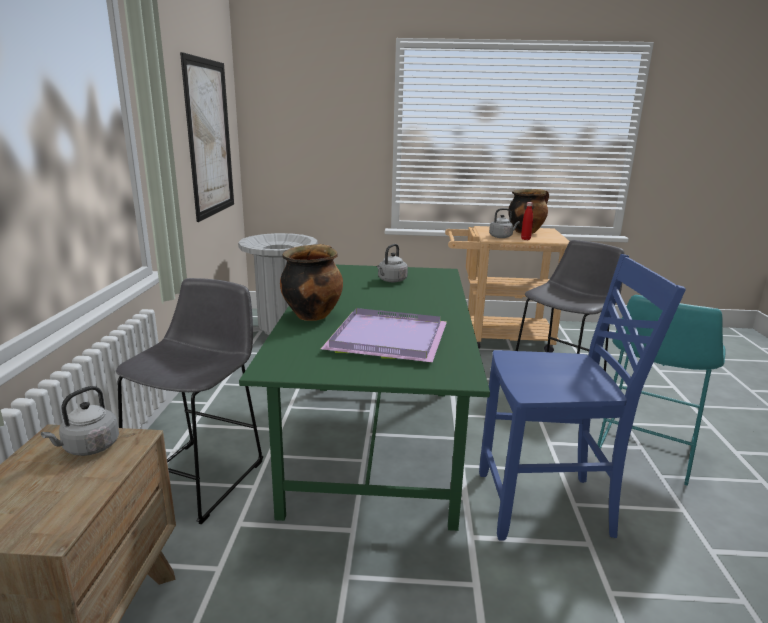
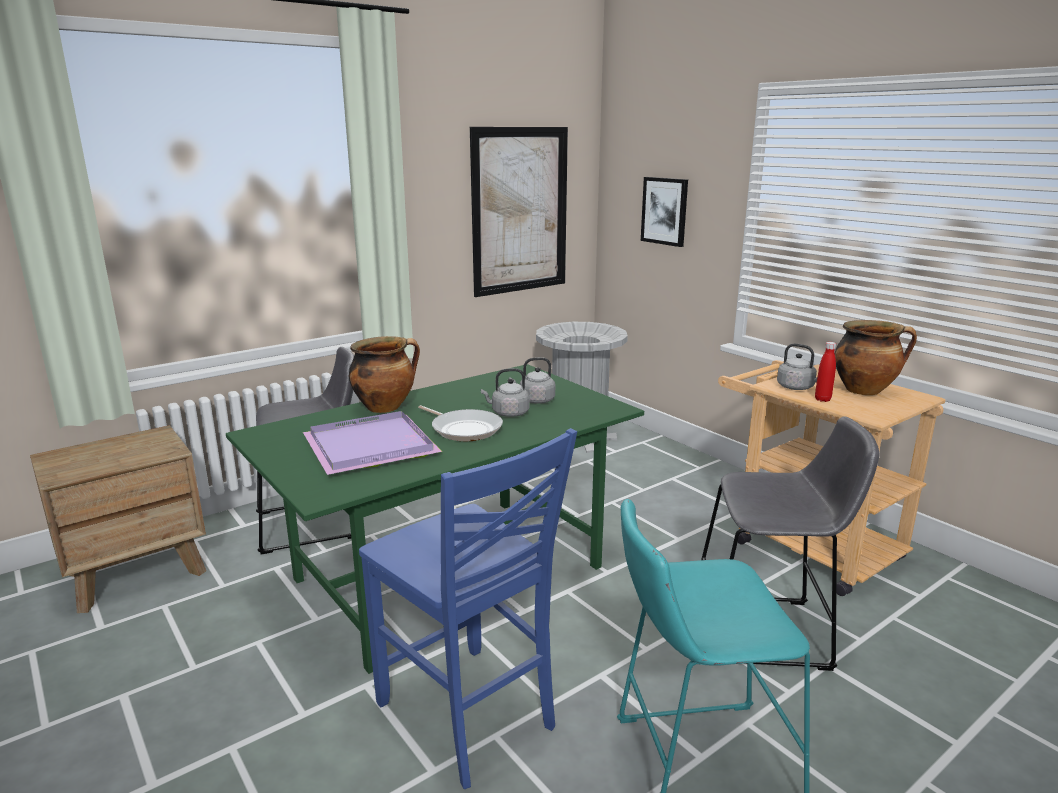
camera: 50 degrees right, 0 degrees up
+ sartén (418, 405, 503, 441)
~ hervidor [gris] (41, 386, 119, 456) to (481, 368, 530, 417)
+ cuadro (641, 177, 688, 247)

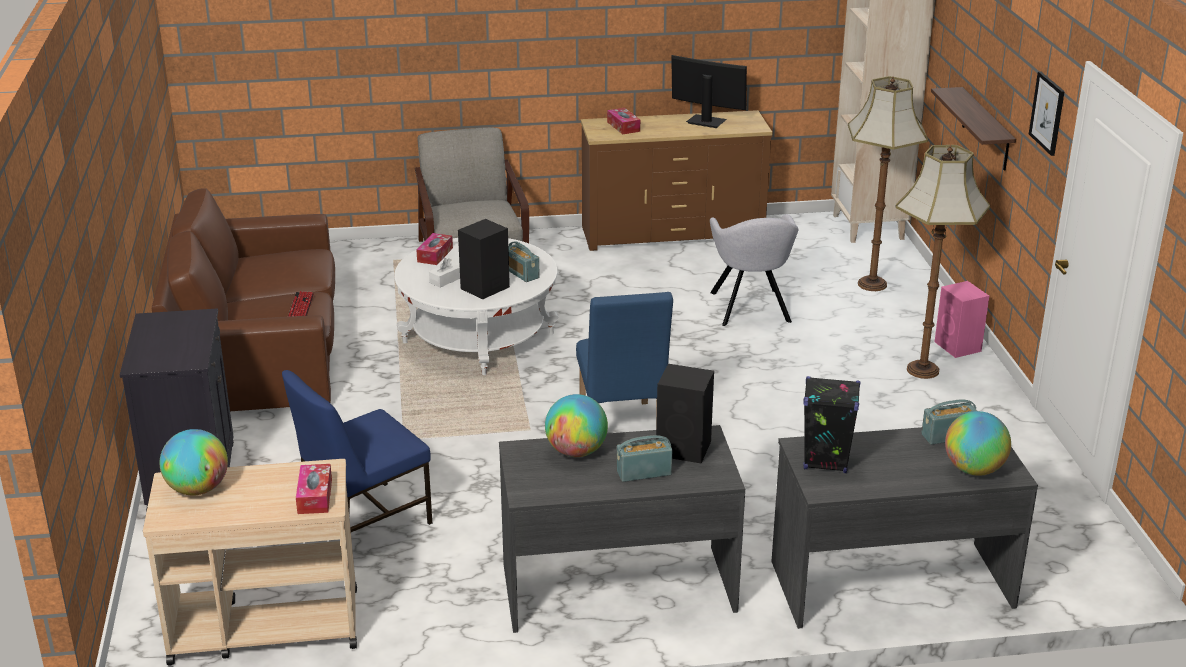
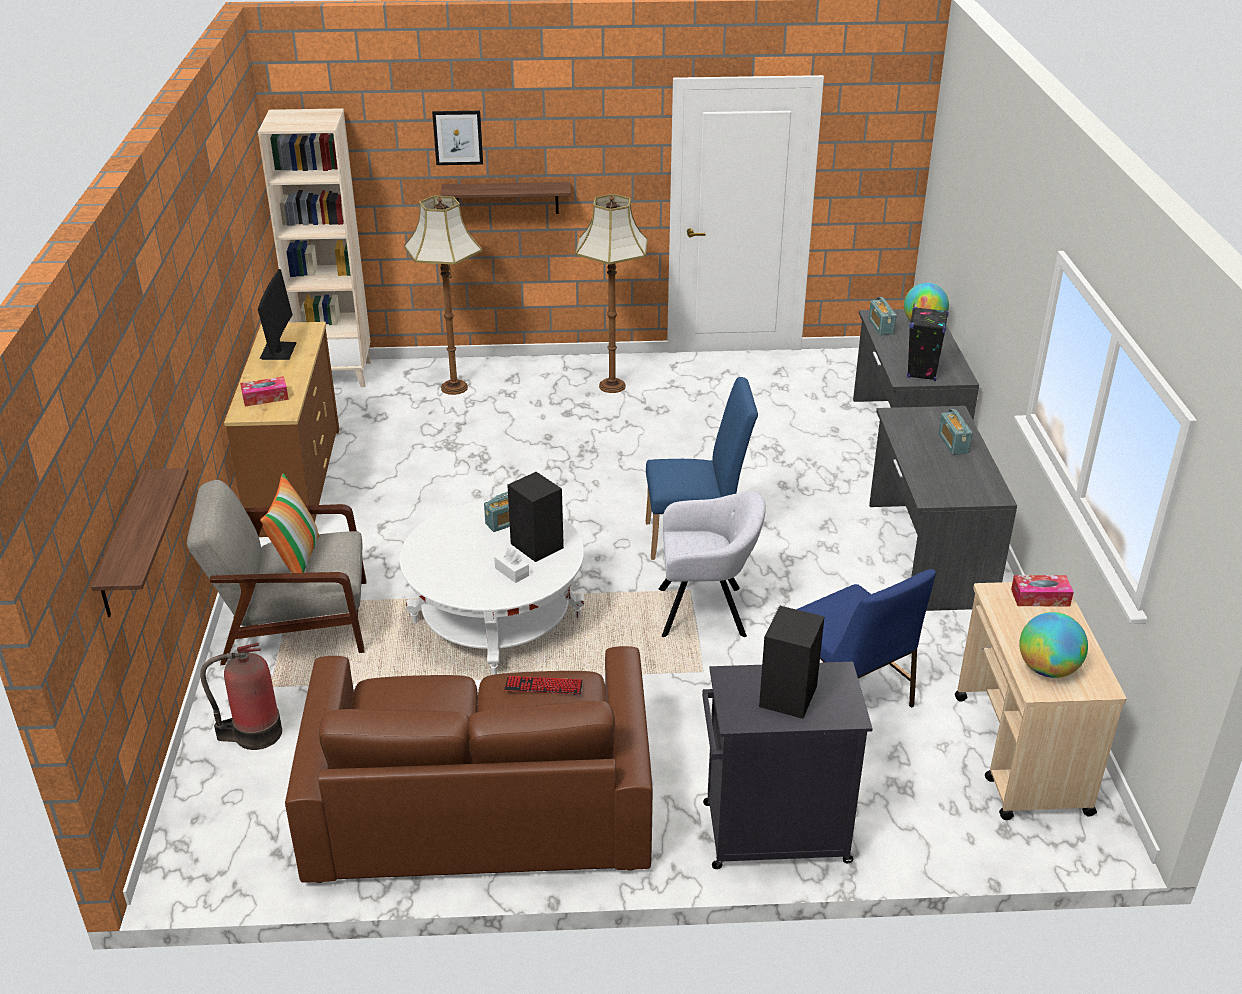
camera: 85 degrees left, 5 degrees up
+ estante (91, 468, 189, 617)
+ extintor (200, 643, 282, 750)
~ monitor (671, 55, 747, 128) = (258, 269, 297, 360) 150 degrees clockwise
+ cojín (260, 473, 320, 573)
~ cuadro (1029, 71, 1065, 156) to (432, 111, 483, 165)
~ sillón [gris] (710, 214, 798, 326) to (658, 491, 766, 637)
~ altavoz [negro] (656, 364, 714, 463) to (759, 606, 825, 719)
- caja de pañuelos (416, 233, 453, 265)
- globo terráqueo (545, 394, 608, 457)
- altavoz [rosa] (935, 281, 989, 358)

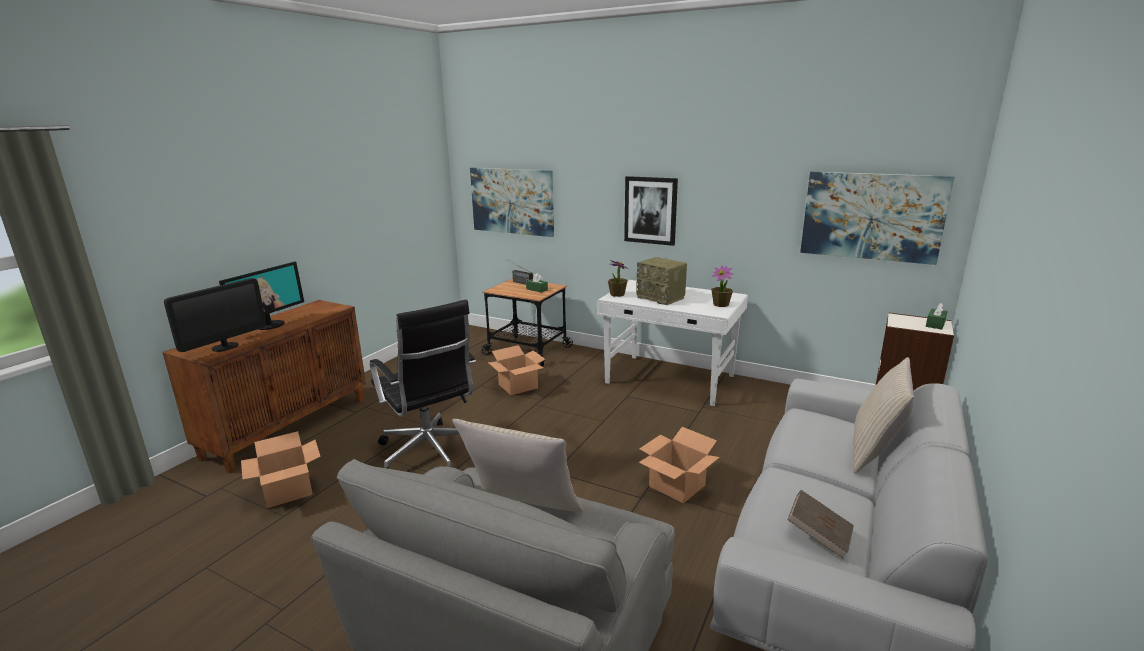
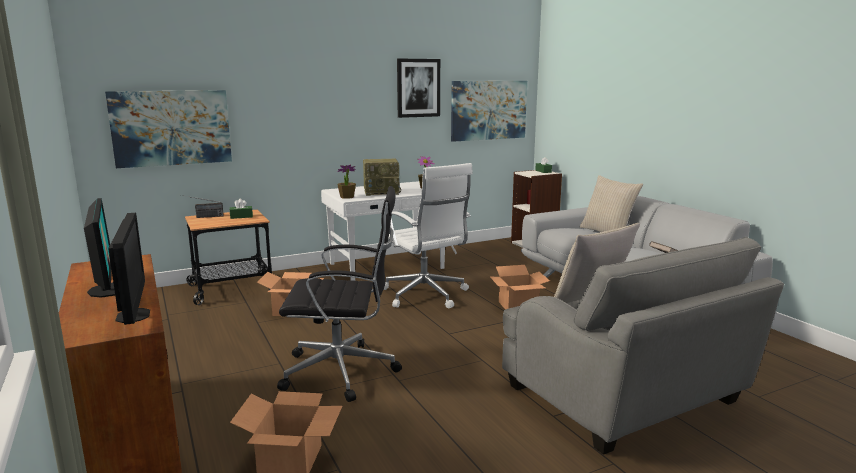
camera: 55 degrees left, 5 degrees down
+ silla de oficina [blanco] (383, 163, 473, 309)
~ cuadro (624, 176, 678, 246) to (397, 59, 440, 118)

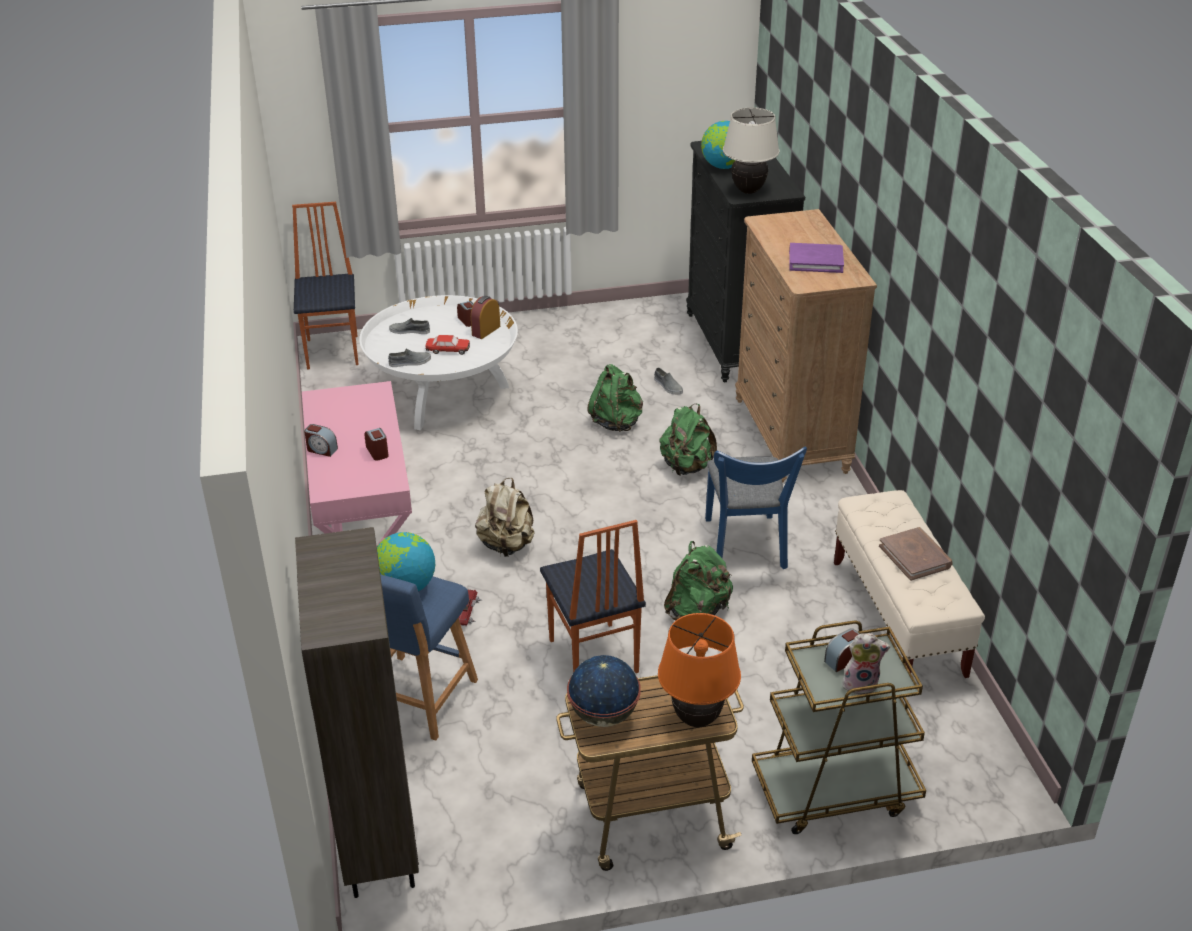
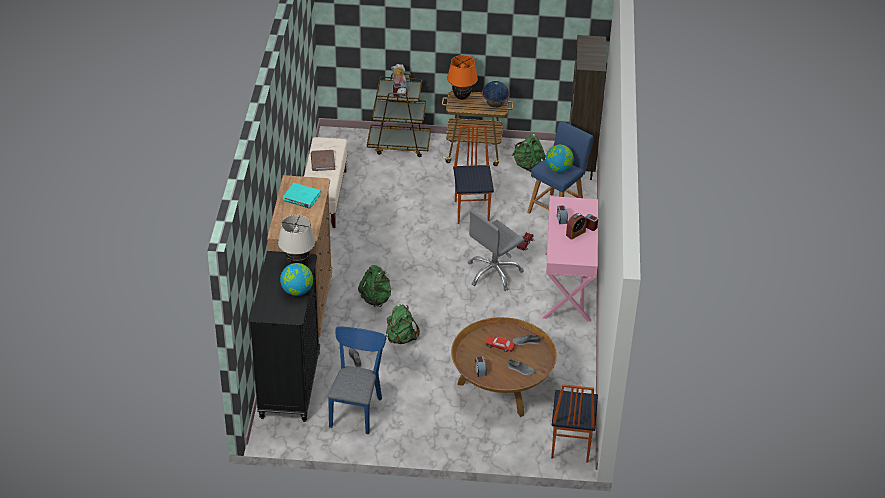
camera: 165 degrees left, 5 degrees up
~ libro [morado] (789, 243, 844, 273) to libro [turquesa] (283, 183, 321, 209)
~ silla [azul] (705, 447, 807, 569) to (327, 327, 386, 434)
~ mesa de centro [blanco] (359, 295, 518, 430) to mesa de centro [marrón] (451, 317, 557, 417)
~ mochila [beis] (475, 478, 534, 557) to silla de oficina [gris] (468, 210, 524, 291)
~ mochila [verde] (664, 541, 733, 620) to (512, 134, 546, 172)
~ despertador (471, 296, 500, 339) to (566, 213, 587, 240)

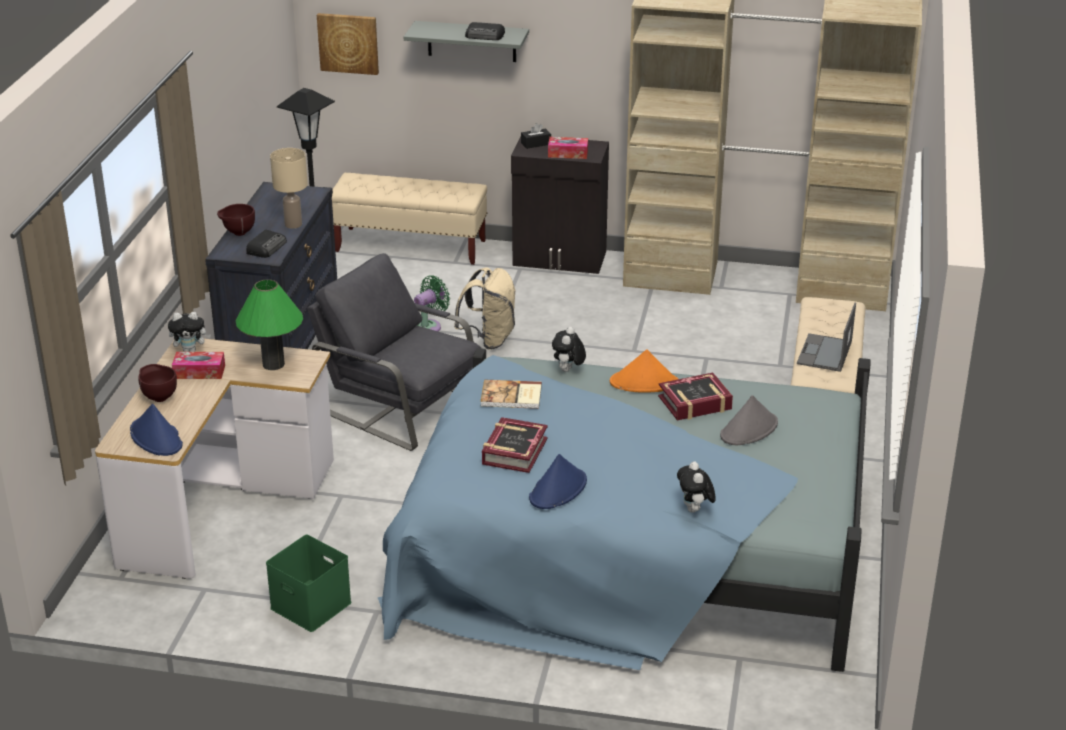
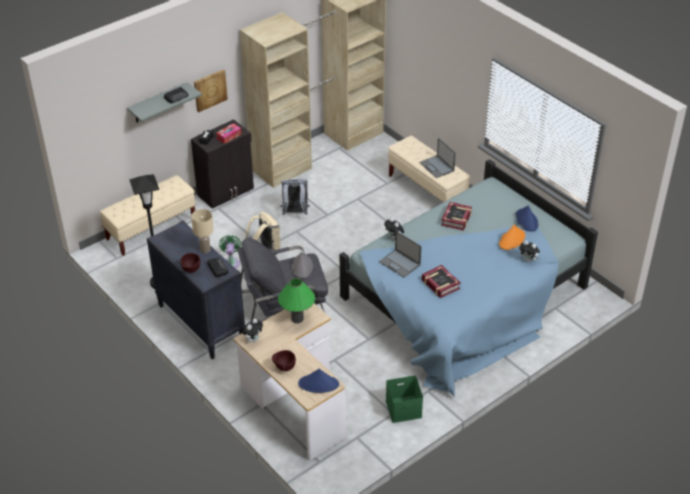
camera: 50 degrees left, 10 degrees up
~ cuadro (317, 13, 379, 75) to (194, 69, 228, 112)
+ mochila [gris] (280, 179, 310, 215)
~ sombrero [gris] (720, 395, 778, 445) to (292, 252, 313, 279)
~ libro (480, 380, 542, 409) to portátil (379, 231, 421, 278)
~ sombrero [naranja] (610, 349, 678, 393) to (499, 225, 525, 250)
~ sombrero [azul] (529, 454, 587, 509) to (515, 206, 539, 232)
- caja de pañuelos (172, 352, 225, 379)

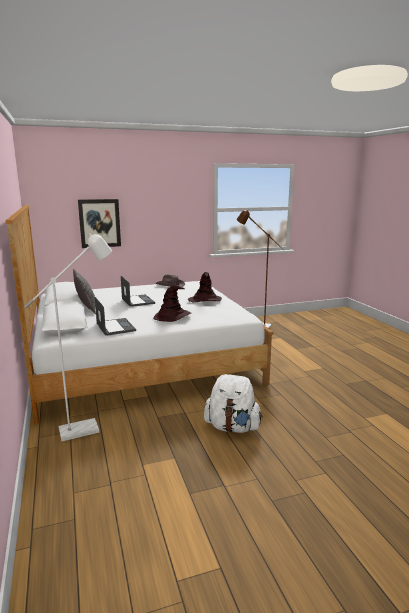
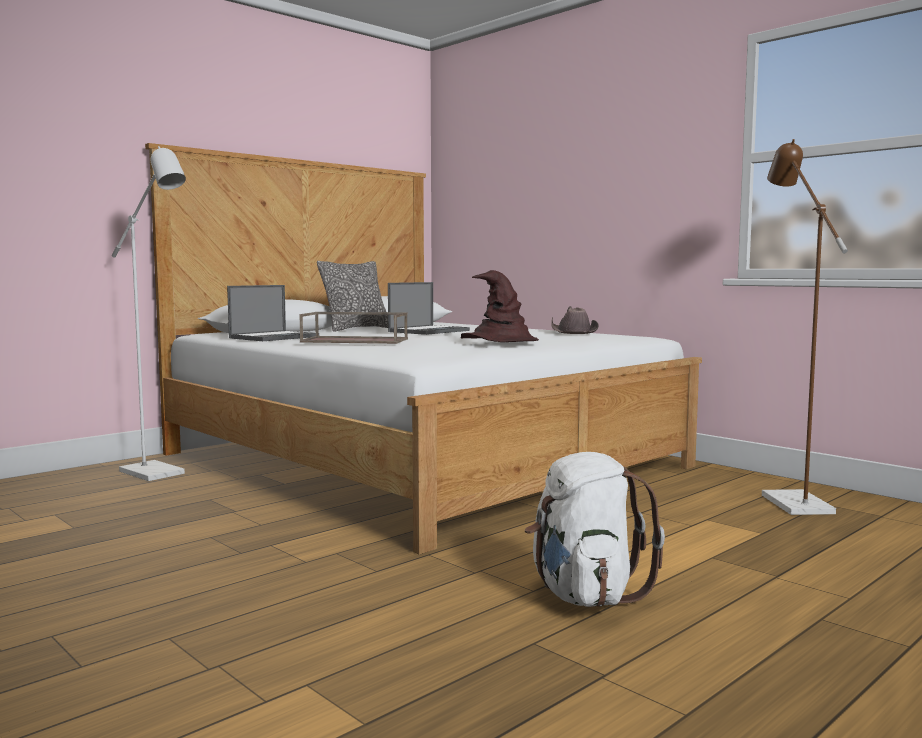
camera: 65 degrees right, 10 degrees down
~ sombrero [marrón] (153, 284, 191, 322) to bandeja [marrón] (299, 312, 408, 344)
~ mochila [blanco] (204, 374, 263, 433) to (525, 452, 665, 607)
- cuadro (78, 199, 121, 248)

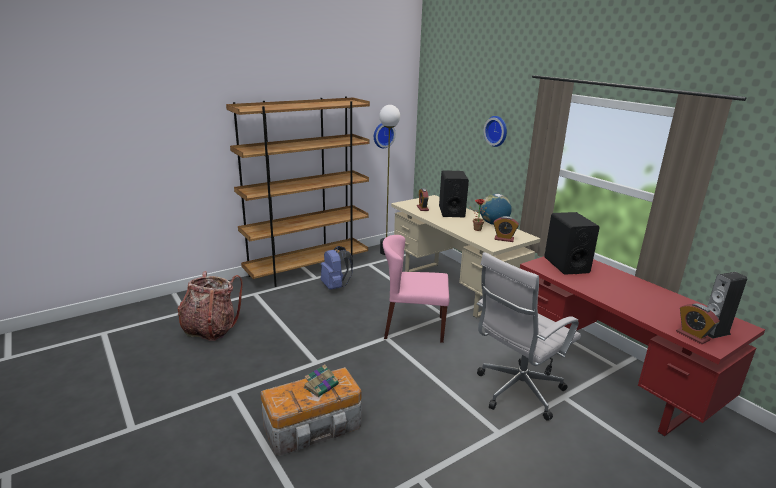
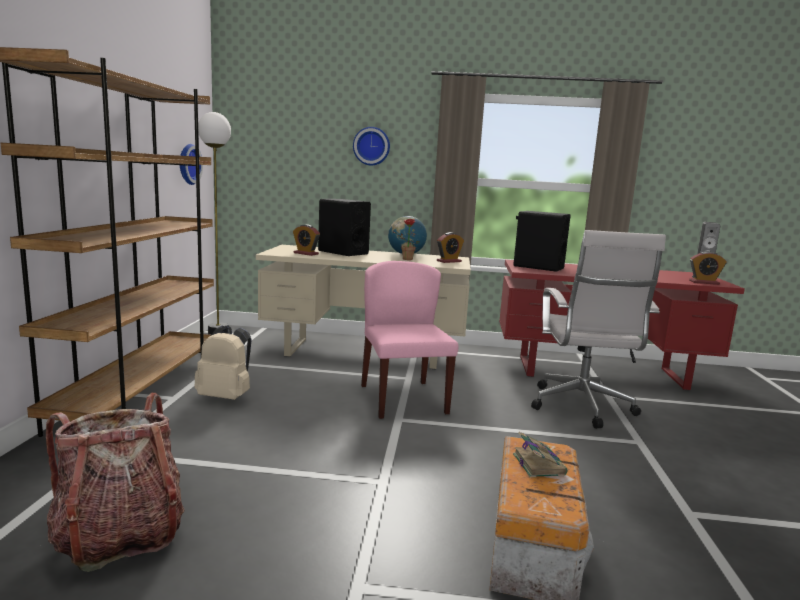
camera: 50 degrees left, 10 degrees down
~ mochila [azul] (321, 246, 353, 290) to mochila [beis] (195, 325, 252, 400)
~ silla [rosa] (383, 235, 449, 343) = (361, 261, 458, 419) 120 degrees clockwise

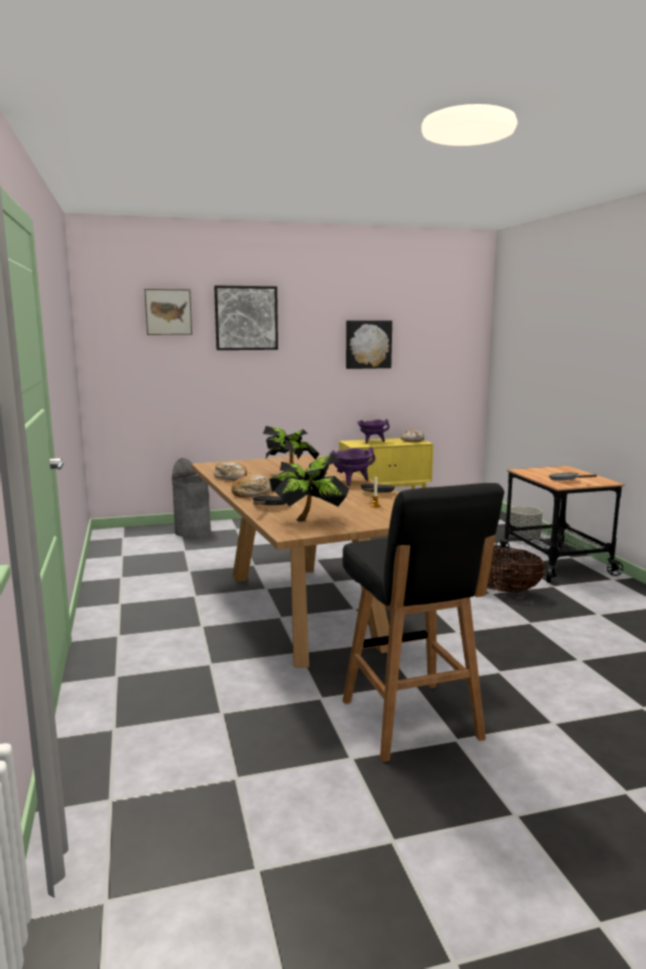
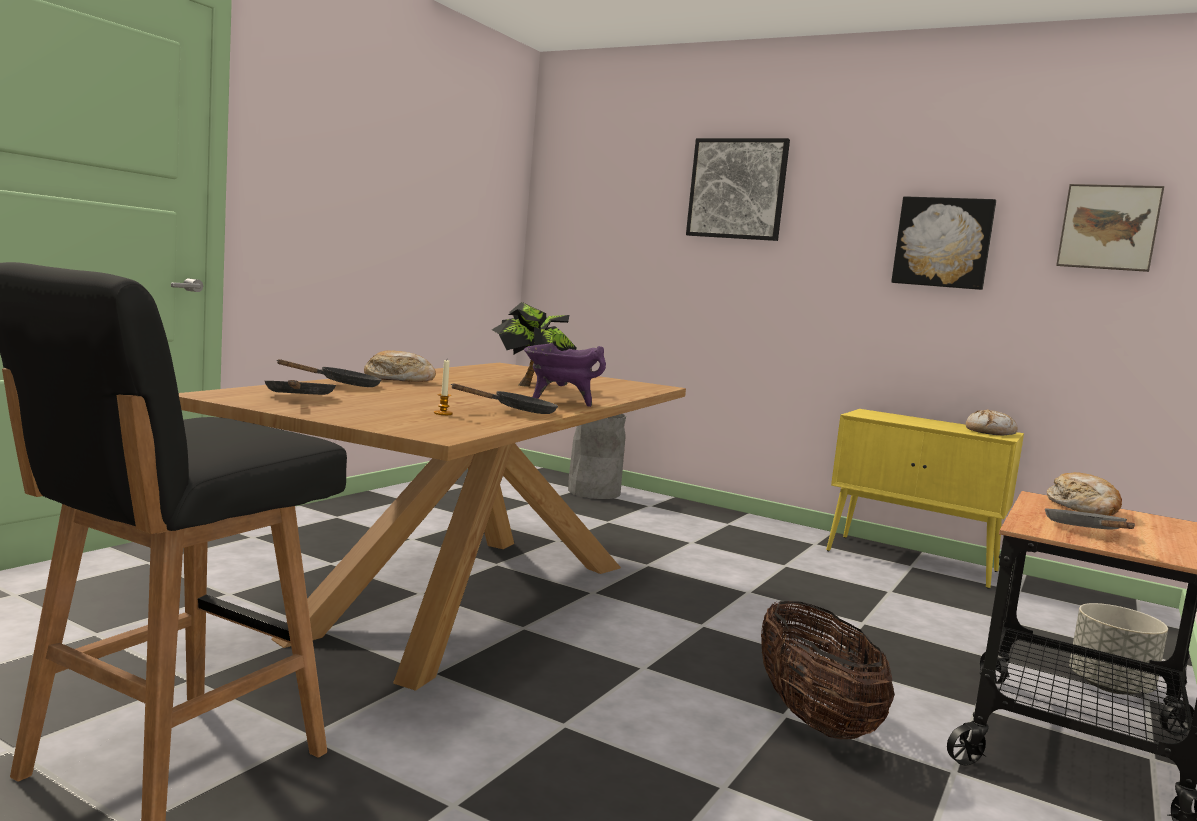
camera: 45 degrees right, 5 degrees down
~ planta en maceta (269, 454, 349, 521) to sartén [negro] (265, 380, 336, 395)
~ pan (213, 461, 247, 480) to (1047, 472, 1122, 516)
~ cuadro (144, 289, 192, 335) to (1056, 184, 1164, 272)
- olla [morado] (357, 419, 389, 443)

